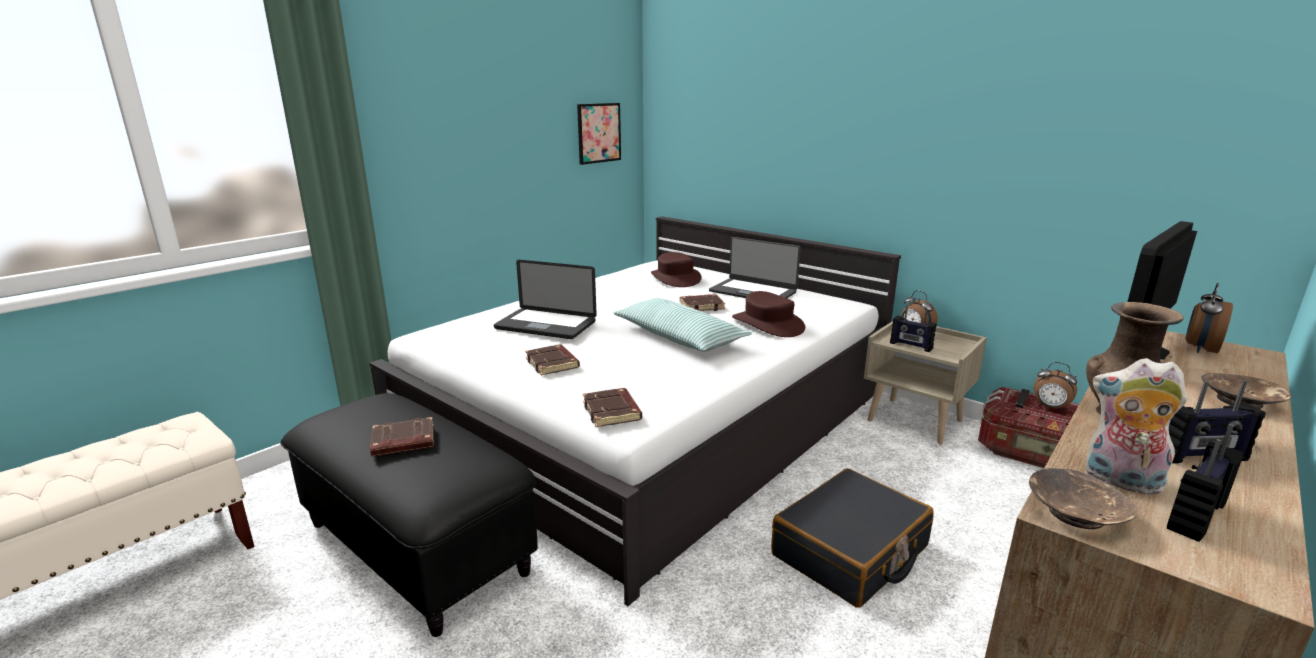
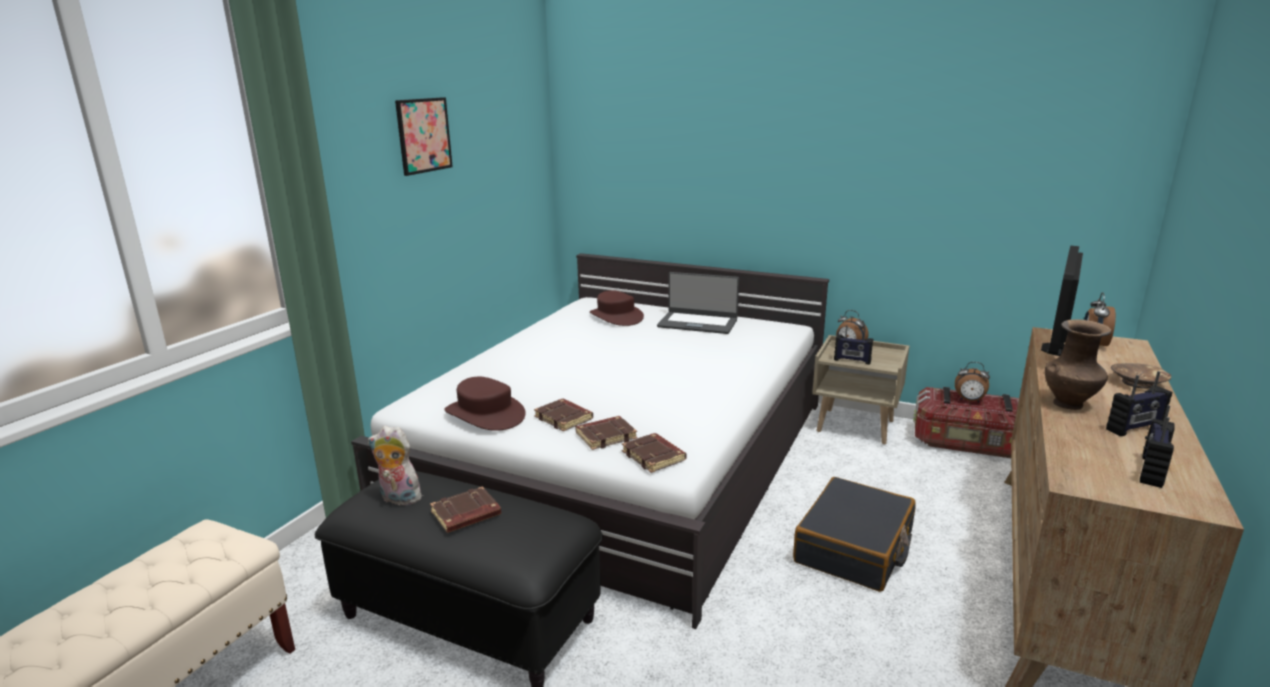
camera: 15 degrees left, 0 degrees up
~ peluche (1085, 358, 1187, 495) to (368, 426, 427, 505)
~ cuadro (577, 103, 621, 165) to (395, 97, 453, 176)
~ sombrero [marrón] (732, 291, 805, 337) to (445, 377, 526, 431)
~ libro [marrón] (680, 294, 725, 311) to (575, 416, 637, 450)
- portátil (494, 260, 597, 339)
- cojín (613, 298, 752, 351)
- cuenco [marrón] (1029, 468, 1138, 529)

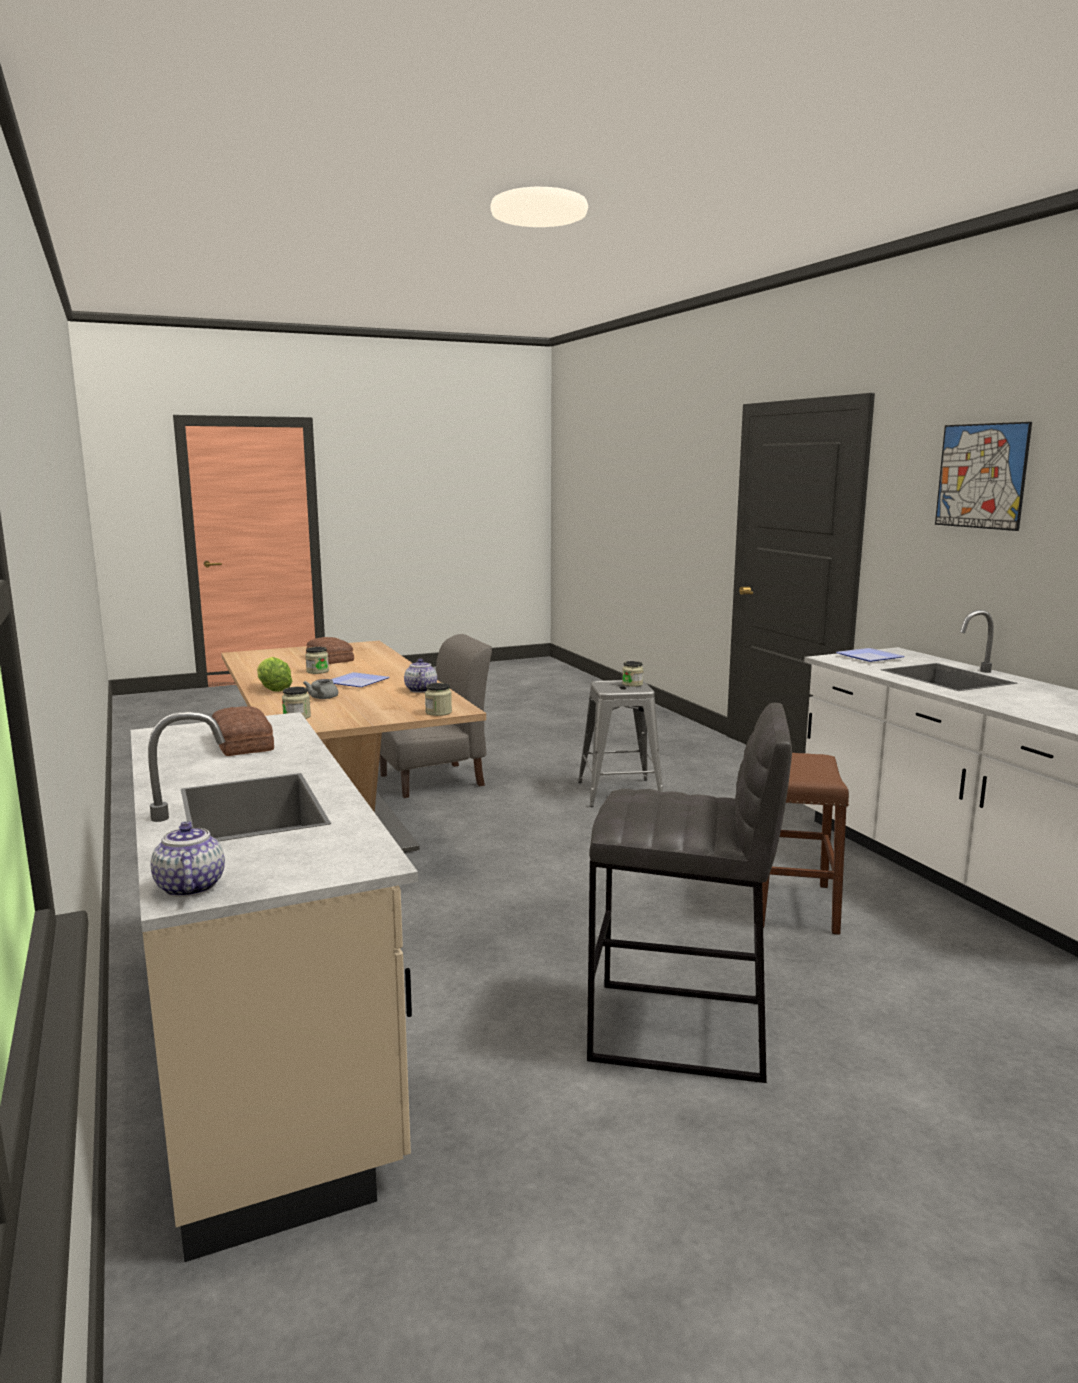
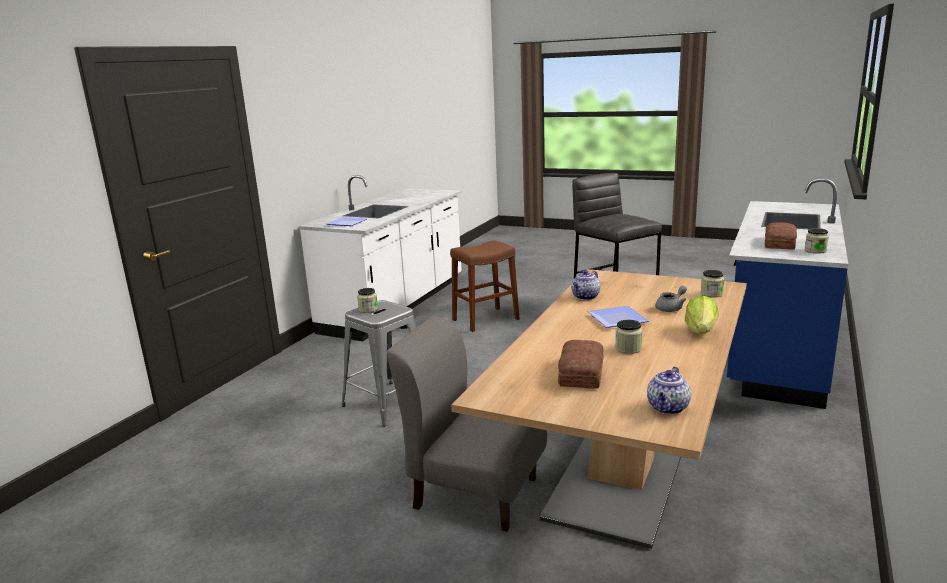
camera: 130 degrees left, 5 degrees up
~ tetera (151, 821, 225, 897) to (647, 367, 691, 414)
~ mueble bajo de cocina [beis] (131, 711, 418, 1262) to mueble bajo de cocina [azul] (727, 178, 848, 409)
~ tarro (425, 683, 452, 716) to (805, 228, 829, 254)
- cuadro (935, 422, 1032, 531)

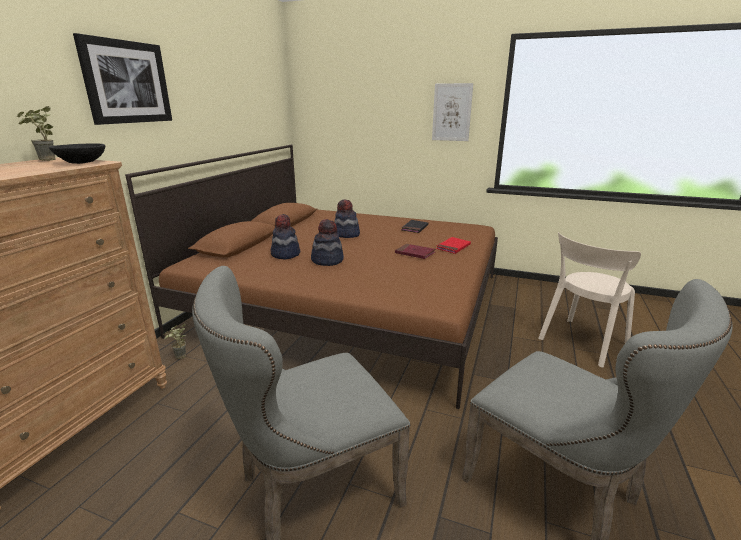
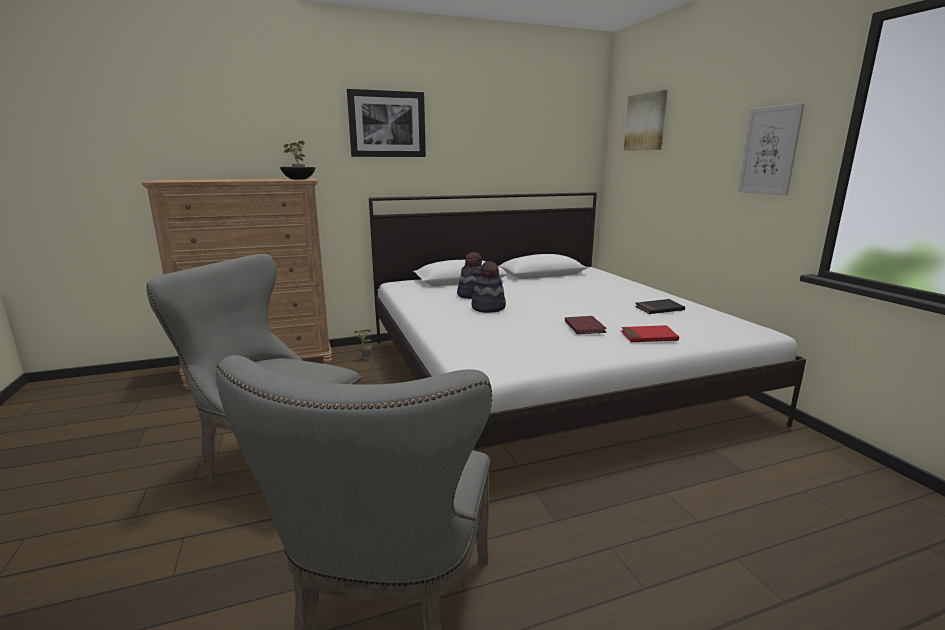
camera: 50 degrees right, 5 degrees down
~ cama [marrón] (125, 145, 498, 409) to cama [blanco] (369, 192, 806, 449)
+ cuadro (624, 90, 668, 151)
- sombrero (334, 199, 360, 238)
- silla [beis] (538, 232, 641, 368)

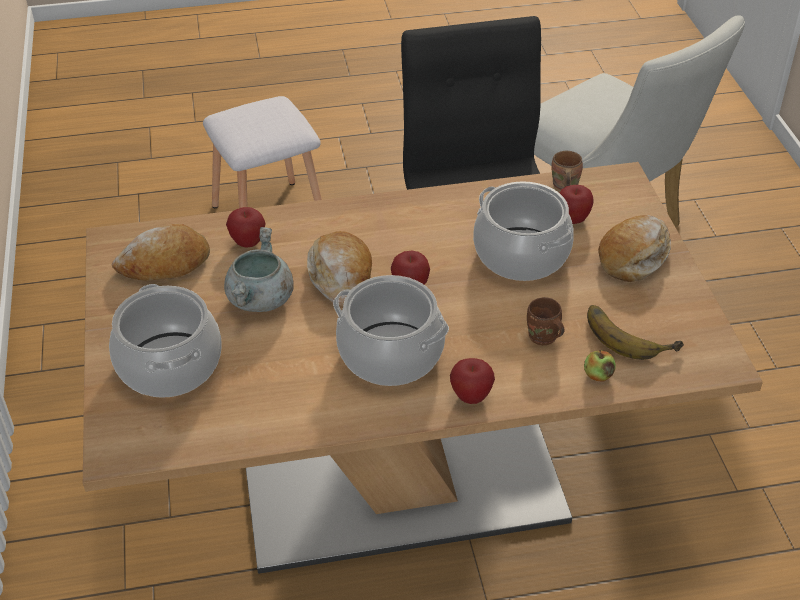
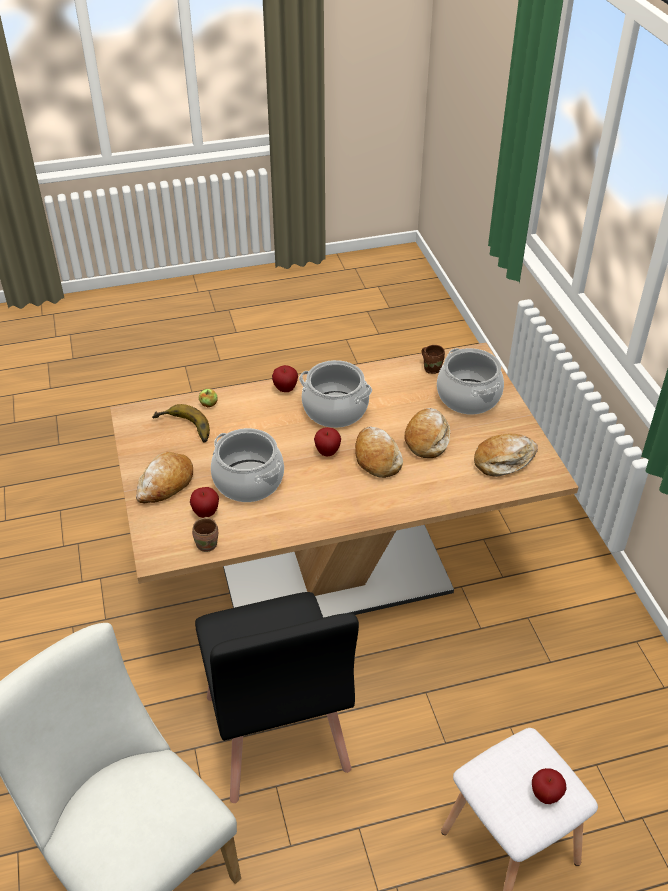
camera: 175 degrees right, 0 degrees up
~ olla [gris] (224, 227, 294, 312) to pan (404, 408, 450, 458)
~ taza grande [marrón] (527, 297, 565, 345) to (421, 345, 445, 374)
~ manzana (226, 207, 266, 248) to (532, 768, 567, 804)

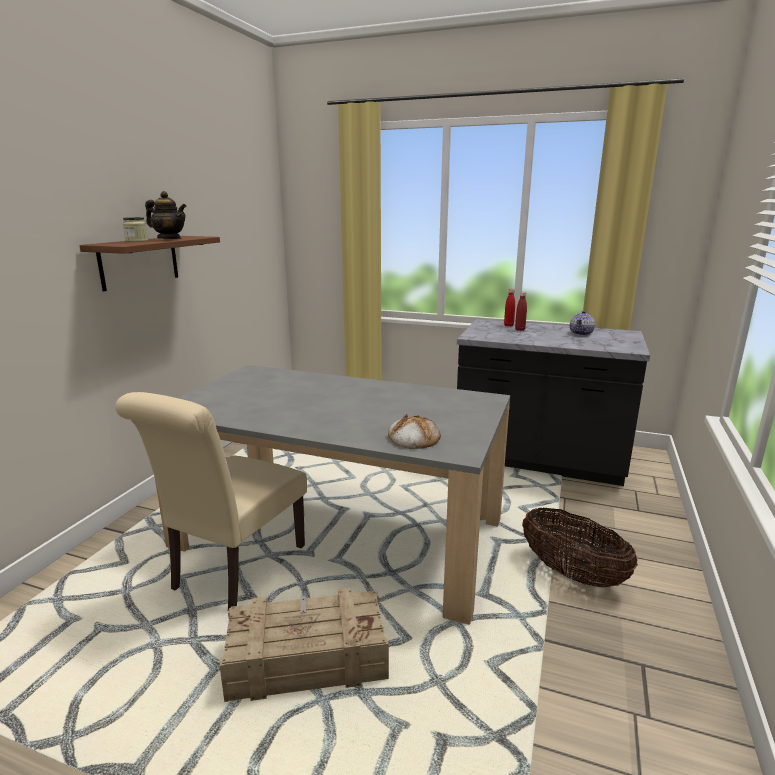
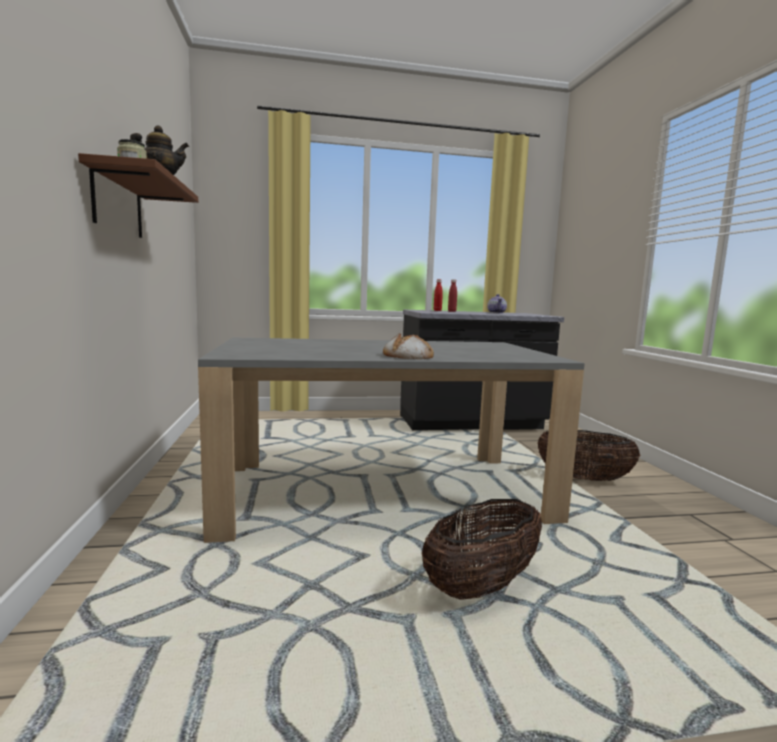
camera: 30 degrees left, 10 degrees down
~ pan (388, 414, 441, 449) to (383, 333, 434, 359)
~ caja de embalaje (220, 588, 389, 702) to cesta (422, 499, 542, 600)
- silla [beis] (115, 392, 307, 611)

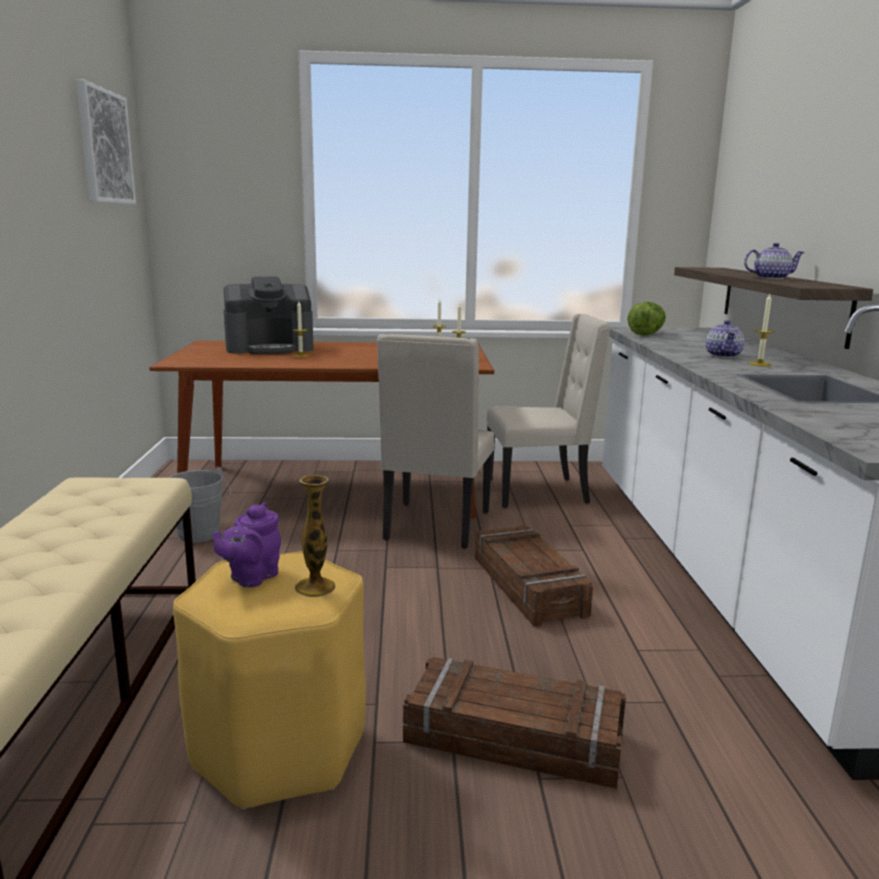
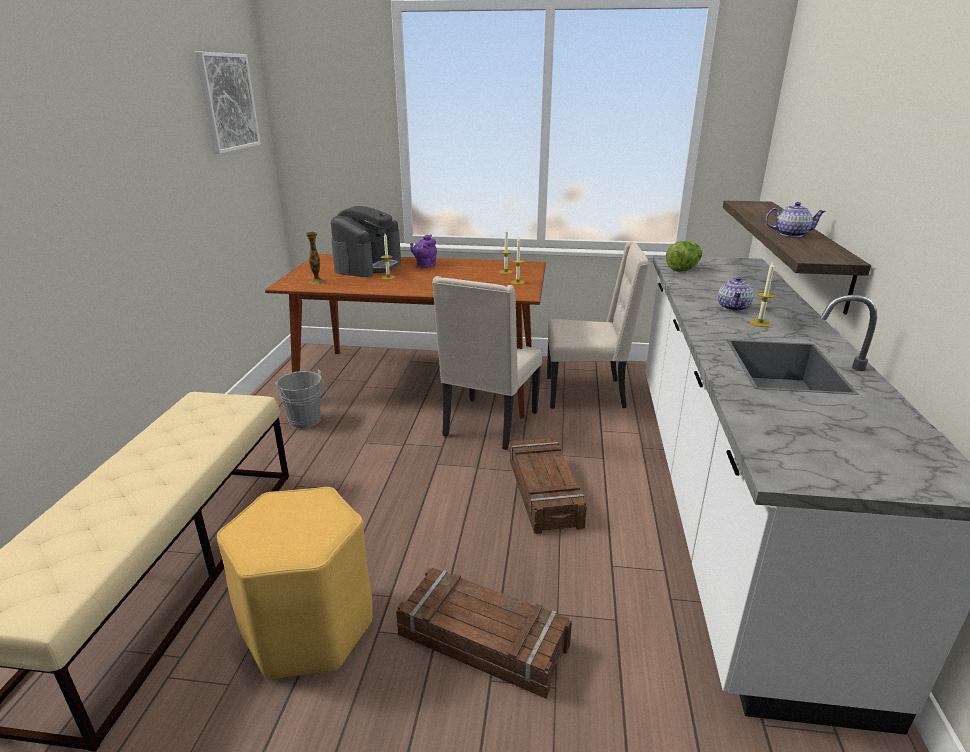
camera: 10 degrees right, 10 degrees up
~ florero (295, 475, 336, 597) to (305, 232, 326, 285)
~ cafetera (224, 277, 314, 354) = (331, 206, 401, 277) 60 degrees counterclockwise
~ tetera [morado] (213, 502, 281, 587) to (410, 234, 437, 268)

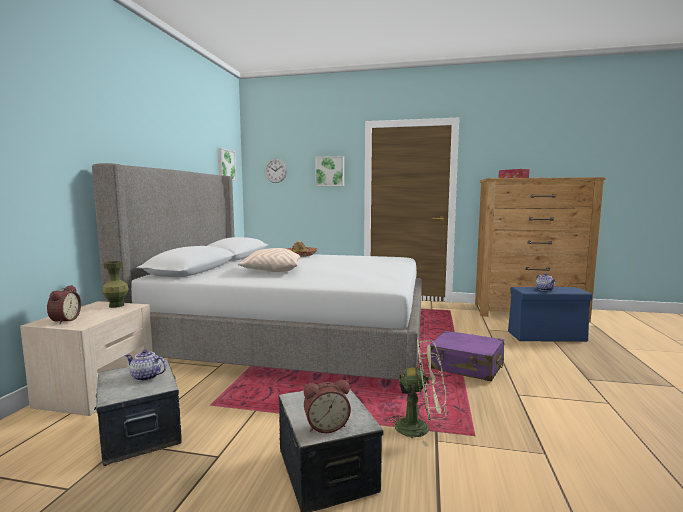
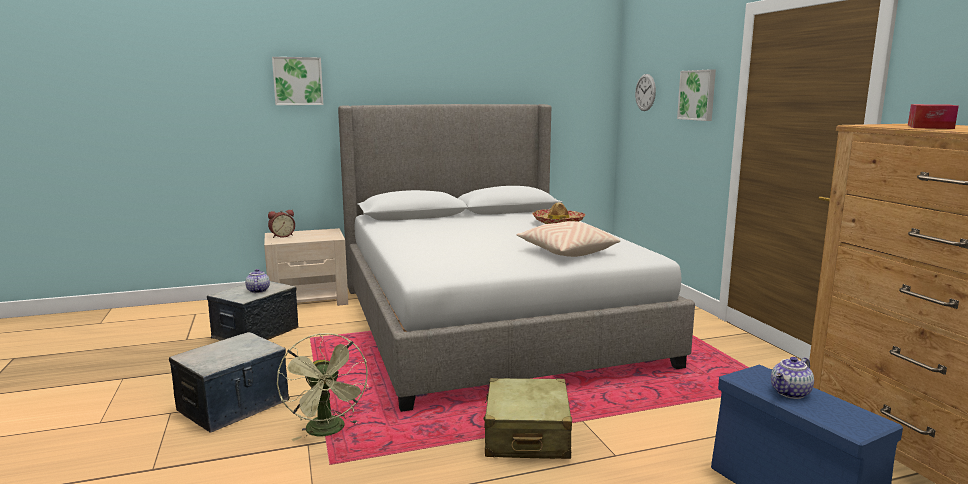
camera: 60 degrees right, 5 degrees up
~ cuadro (217, 148, 236, 181) to (272, 57, 324, 105)
~ maleta [morado] (428, 331, 504, 381) to maleta [beis] (483, 378, 572, 459)
~ cojín [beis] (237, 248, 300, 272) to (517, 221, 620, 257)
- florero [verde] (102, 261, 129, 308)
- despertador (304, 380, 351, 433)

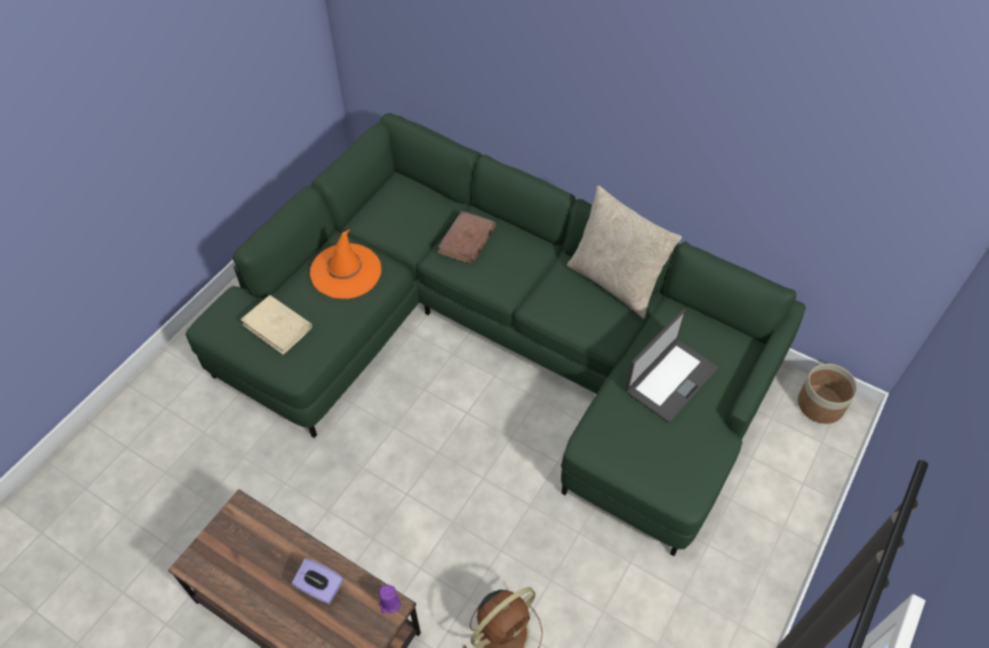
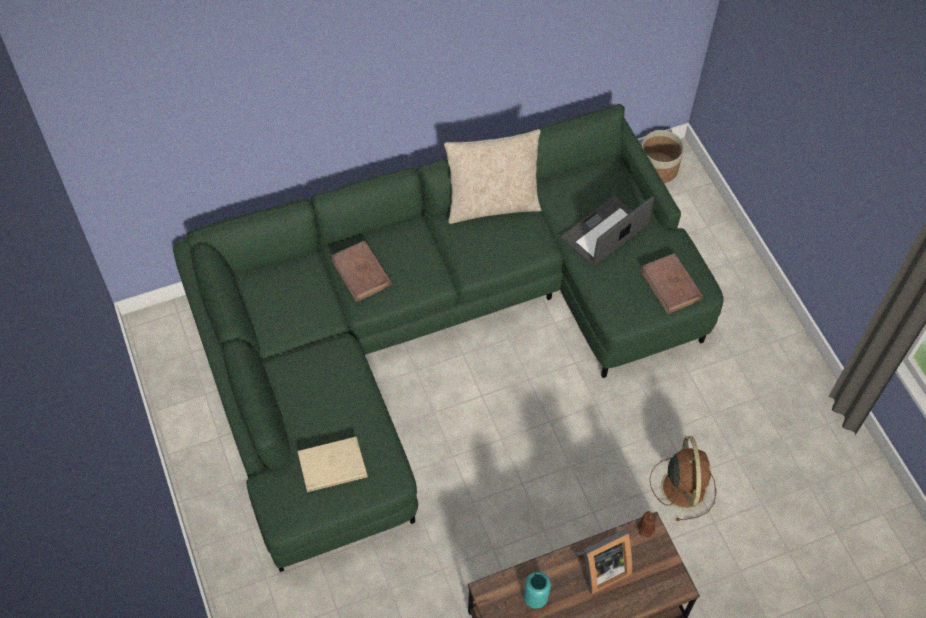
camera: 55 degrees left, 5 degrees up
+ florero [turquesa] (523, 572, 551, 609)
~ portátil (625, 309, 718, 423) = (561, 196, 654, 266) 120 degrees counterclockwise
~ caja de pañuelos [morado] (292, 558, 343, 604) to portarretratos (573, 529, 632, 594)
~ vela [morado] (379, 585, 401, 613) to vela [marrón] (637, 511, 656, 538)
+ libro [marrón] (640, 253, 703, 314)
- sombrero [naranja] (310, 229, 381, 299)

